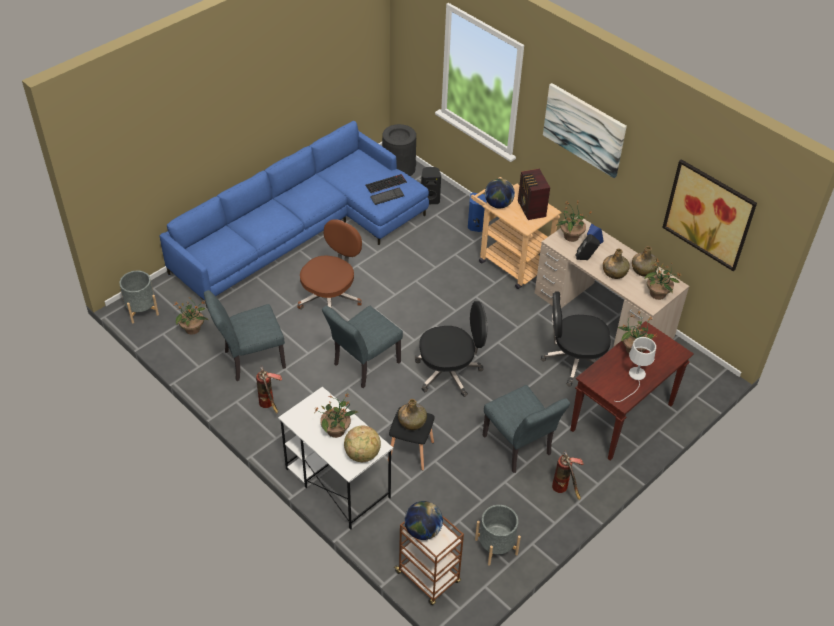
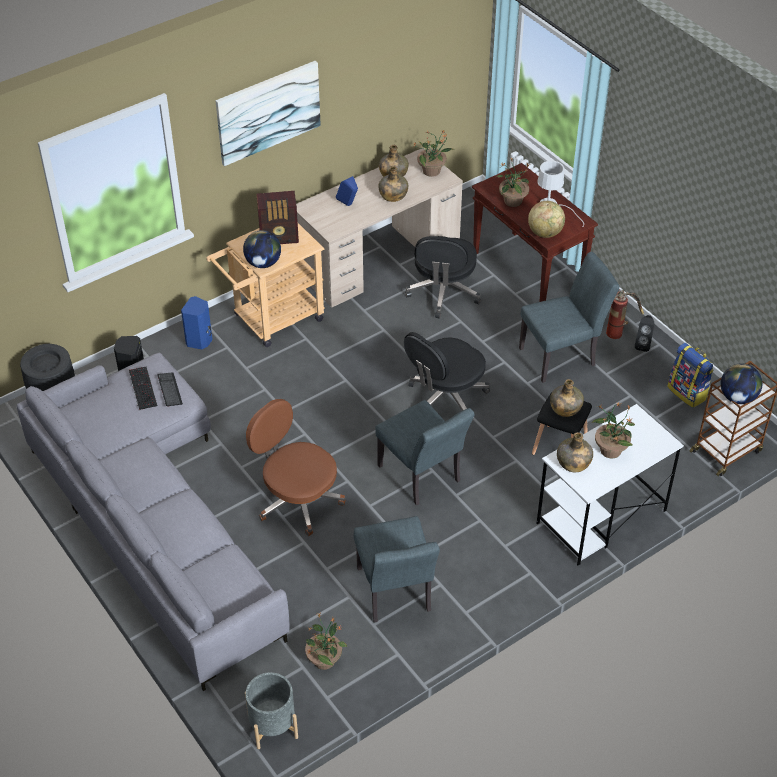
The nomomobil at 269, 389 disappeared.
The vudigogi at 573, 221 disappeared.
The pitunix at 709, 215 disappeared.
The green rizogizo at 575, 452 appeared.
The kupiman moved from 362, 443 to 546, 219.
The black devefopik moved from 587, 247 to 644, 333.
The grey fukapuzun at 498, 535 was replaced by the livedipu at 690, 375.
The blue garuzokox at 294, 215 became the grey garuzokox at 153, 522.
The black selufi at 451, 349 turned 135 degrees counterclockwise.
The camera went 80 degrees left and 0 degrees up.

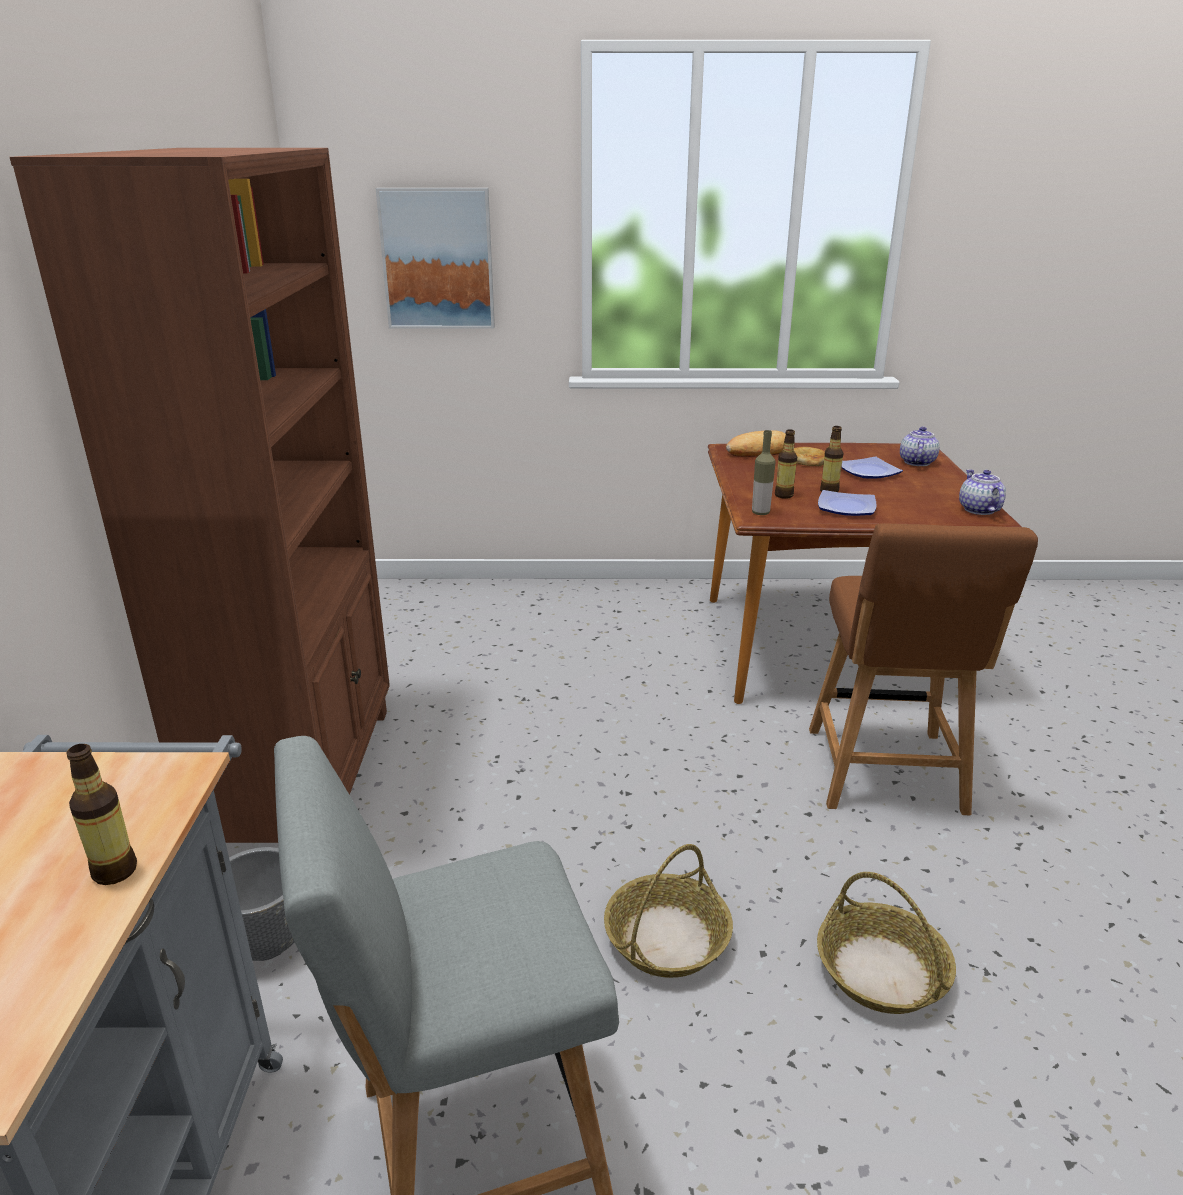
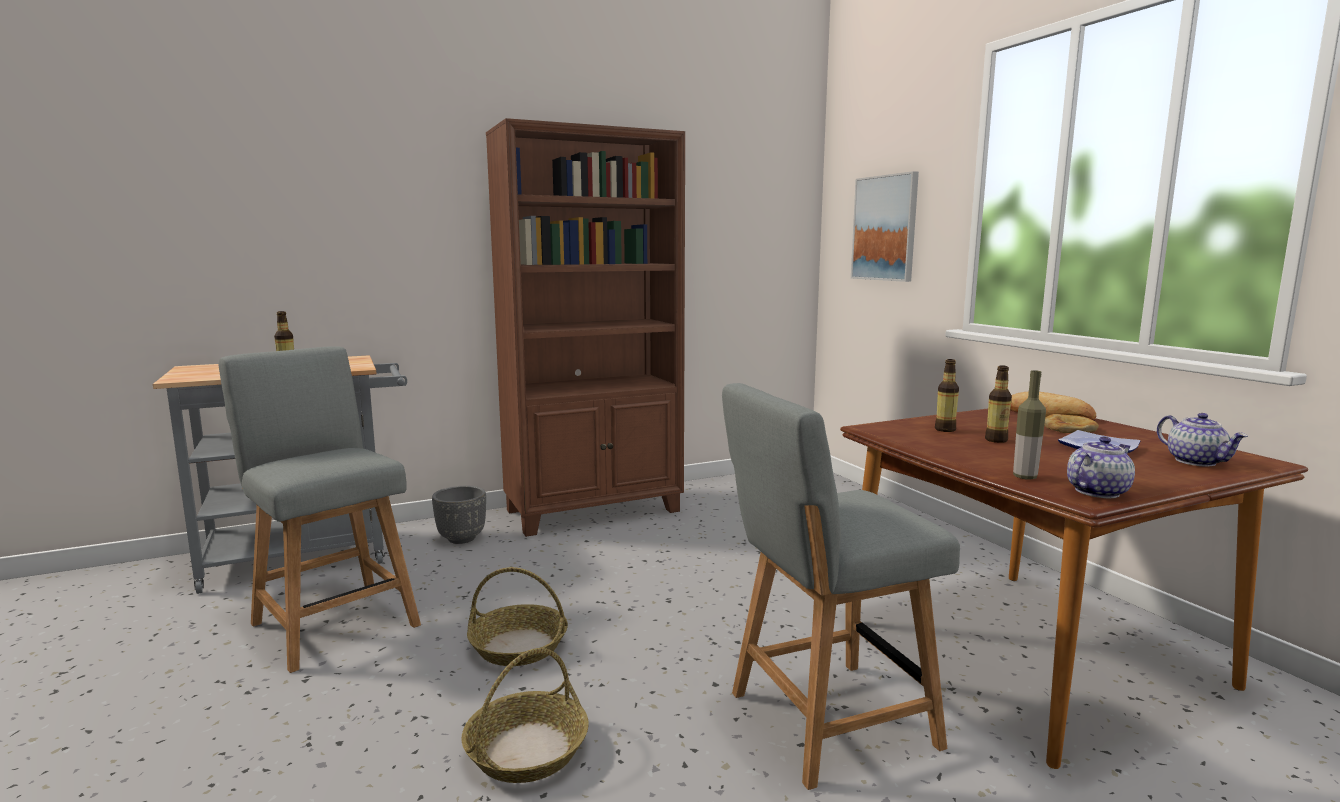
The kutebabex at 847, 503 disappeared.
The rizogizo moved from 764, 472 to 1029, 425.
The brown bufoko at 923, 669 became the grey bufoko at 841, 586.
The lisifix at 920, 446 turned 75 degrees clockwise.
The camera went 65 degrees right and 15 degrees down.

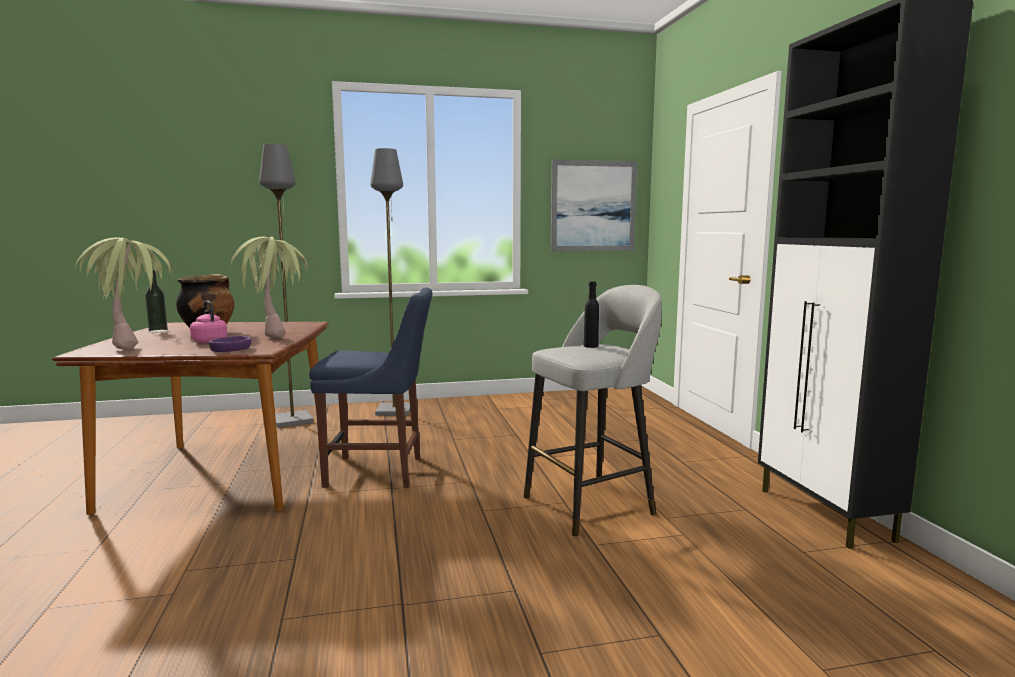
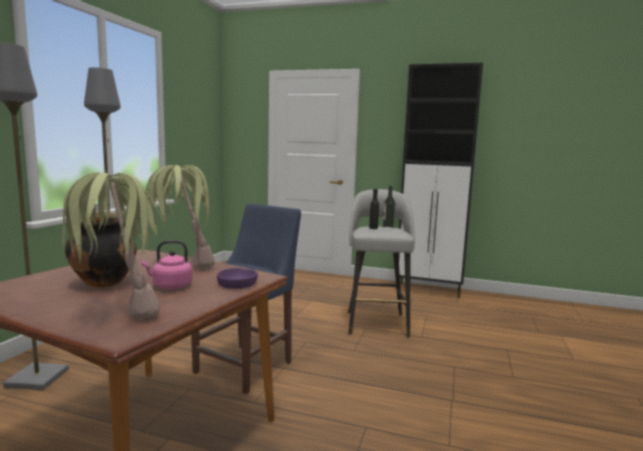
The pitunix at 594, 205 disappeared.
The rizogizo moved from 156, 301 to 389, 207.
The camera went 60 degrees left and 0 degrees up.

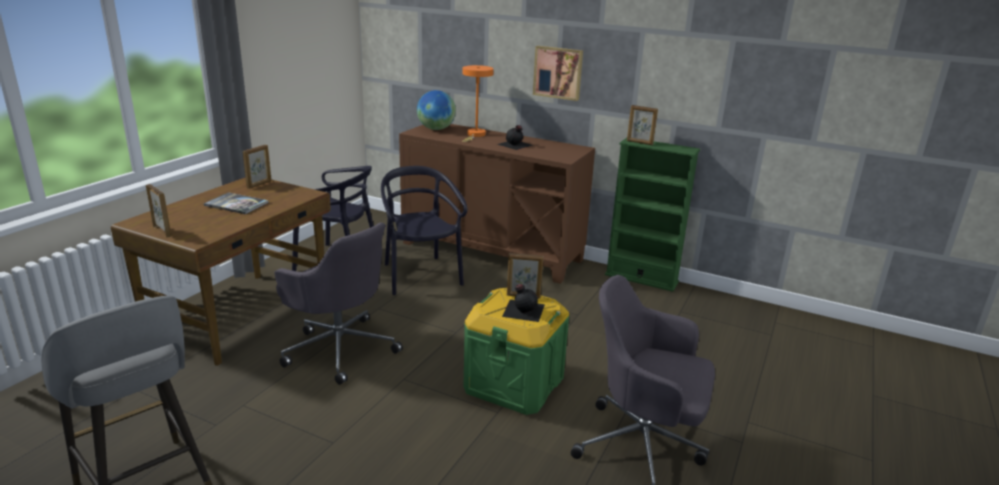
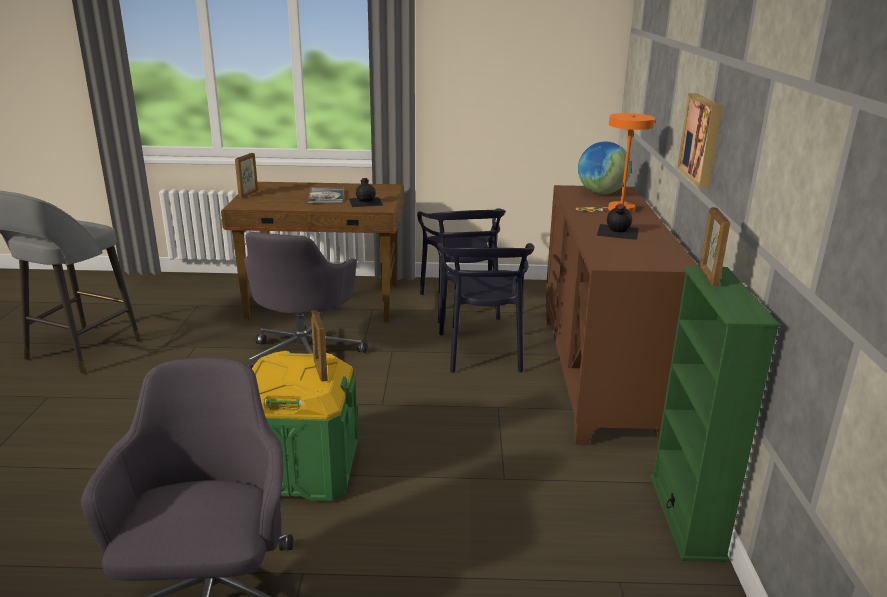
The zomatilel at 257, 167 disappeared.
The black rizogizo moved from 523, 303 to 366, 192.
The black bufoko at 424, 230 turned 135 degrees clockwise.
The camera went 65 degrees right and 0 degrees up.

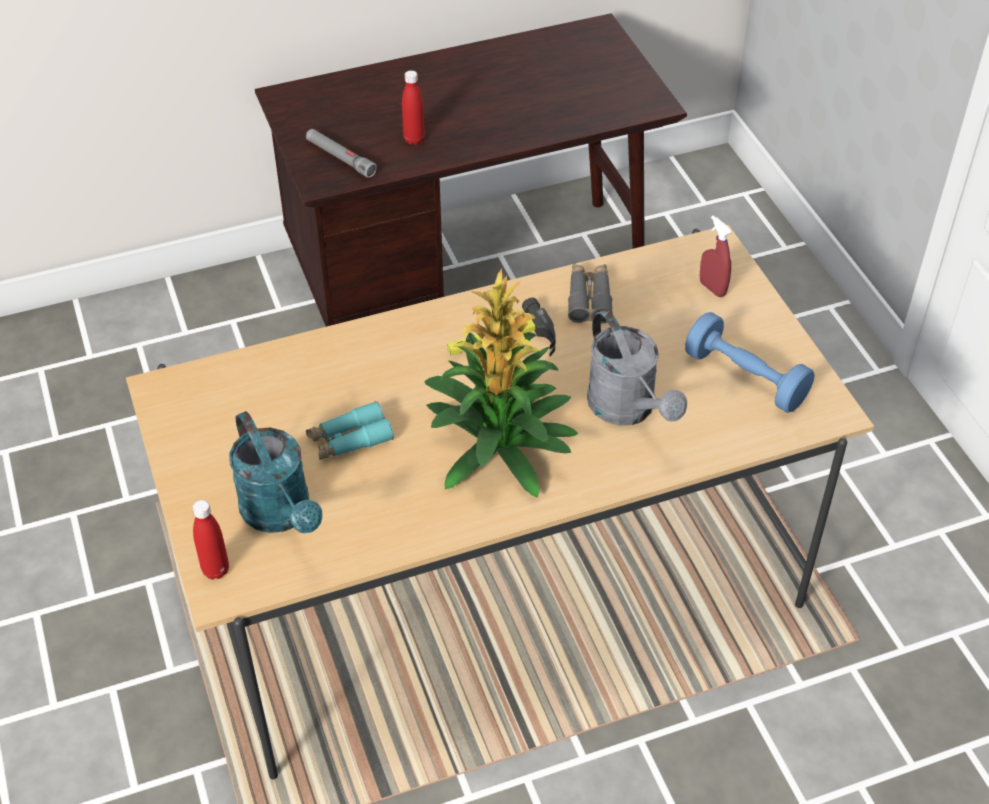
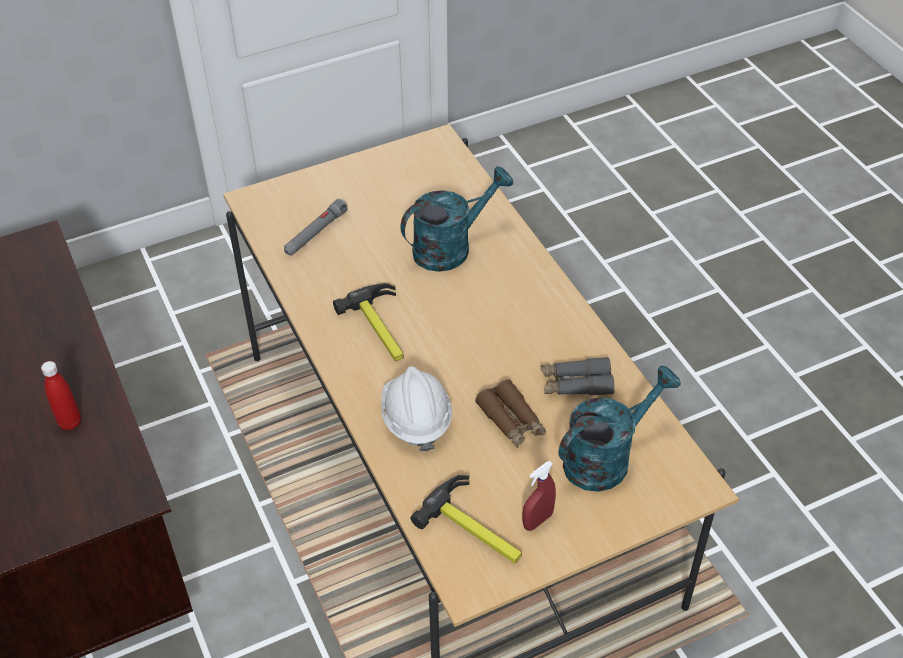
The red rizogizo at 210, 539 disappeared.
The vudigogi at 501, 383 disappeared.
The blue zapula at 749, 362 disappeared.
The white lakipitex at 416, 408 appeared.
The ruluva at 466, 519 appeared.
The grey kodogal moved from 341, 153 to 316, 227.
The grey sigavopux moved from 590, 293 to 578, 376.
The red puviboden moved from 716, 256 to 539, 496.
The turquoise sigavopux at 350, 430 became the brown sigavopux at 510, 414.
The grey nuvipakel at 637, 368 became the turquoise nuvipakel at 457, 219.
The camera went 95 degrees left and 0 degrees up.

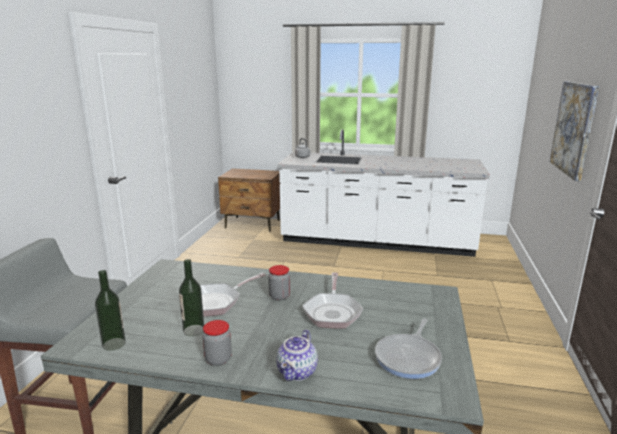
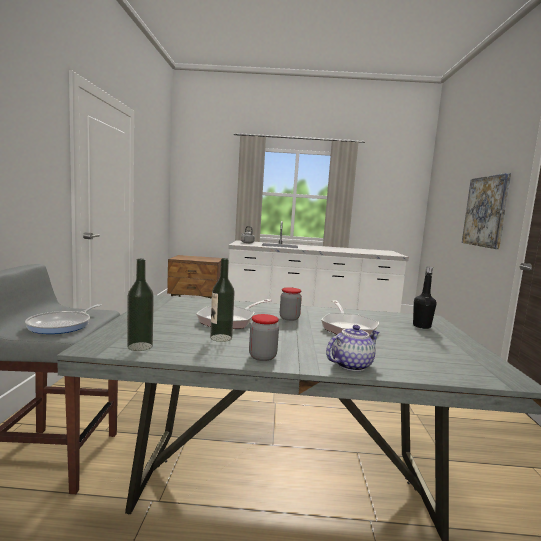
The black rizogizo at 424, 298 appeared.
The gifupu moved from 408, 349 to 63, 319.
The lisifix at 297, 355 turned 135 degrees counterclockwise.
The camera went 10 degrees left and 10 degrees down.

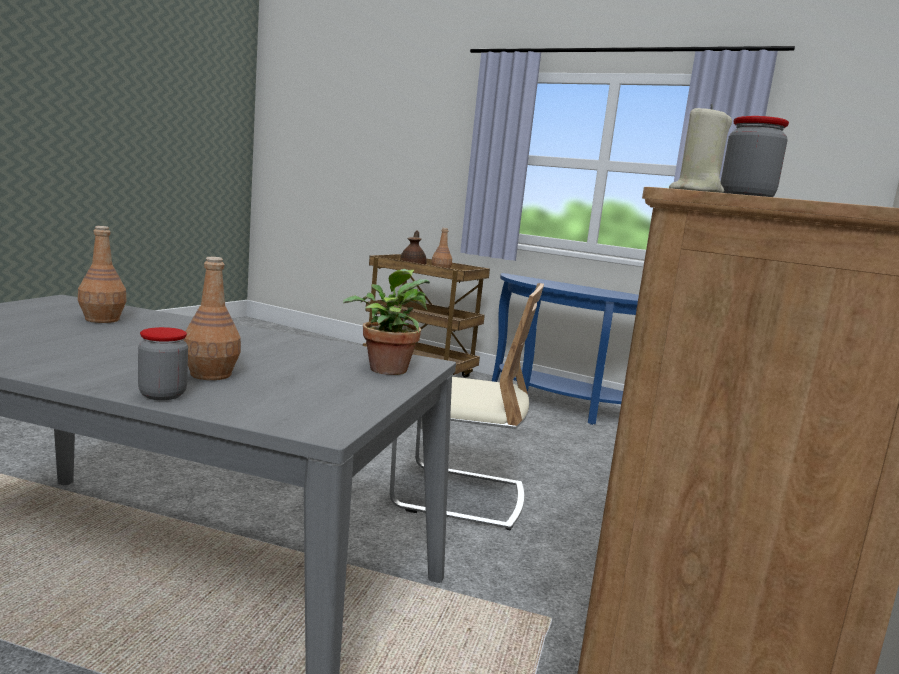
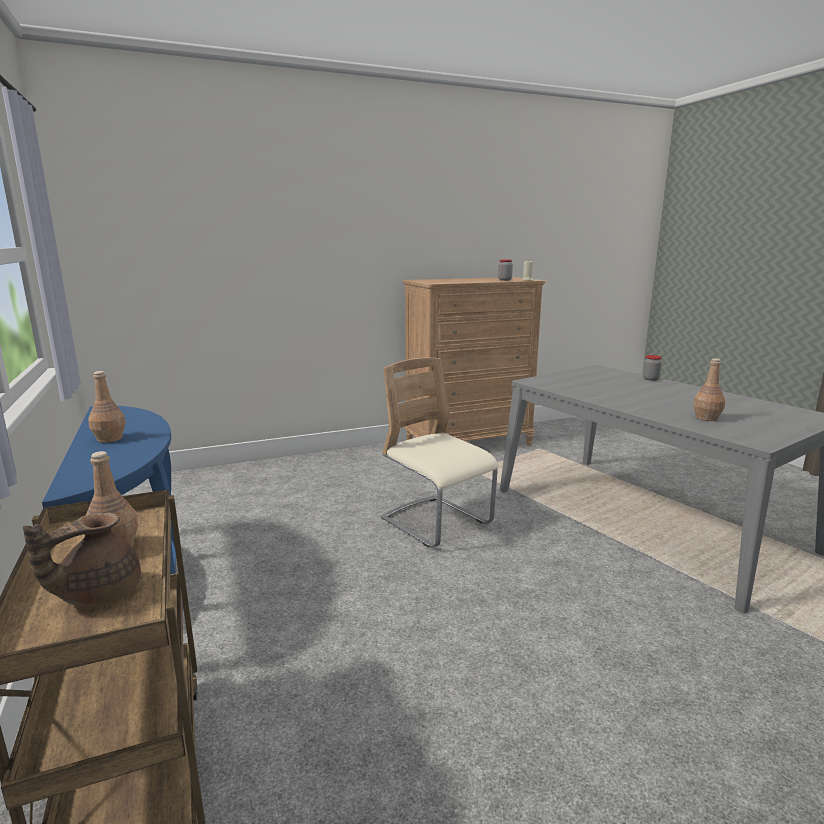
The vudigogi at 386, 322 disappeared.
The brown rizogizo moved from 212, 318 to 107, 407.
The camera went 140 degrees left and 5 degrees up.

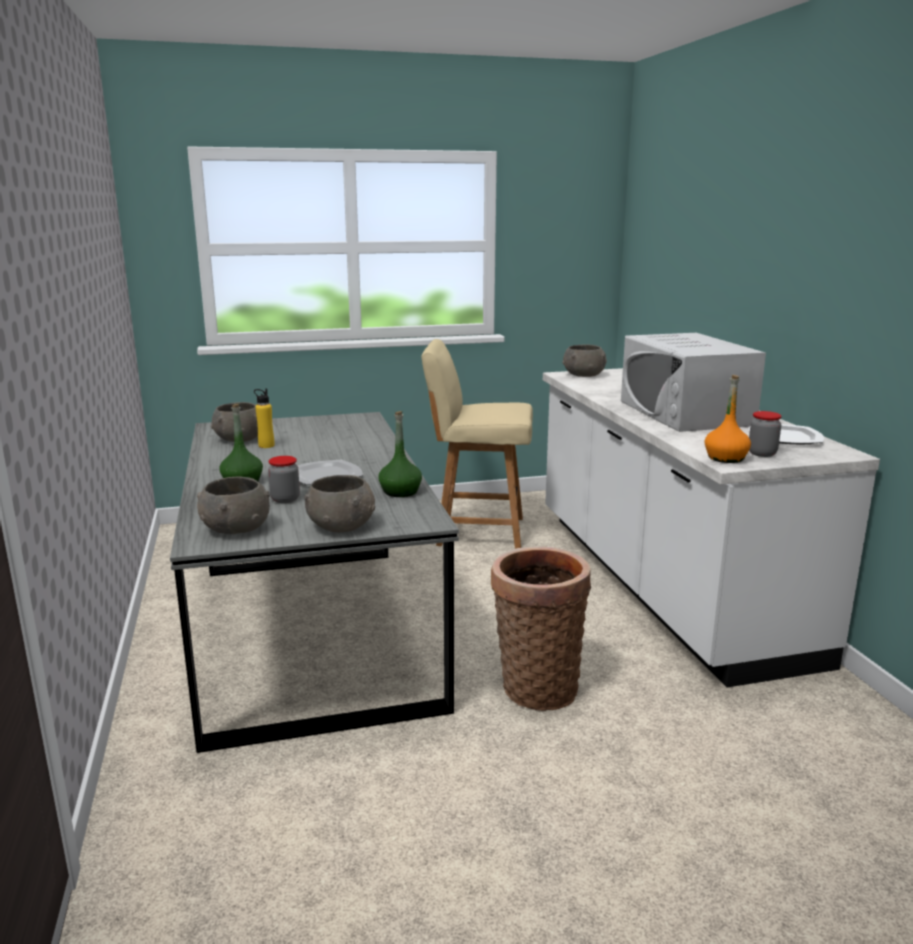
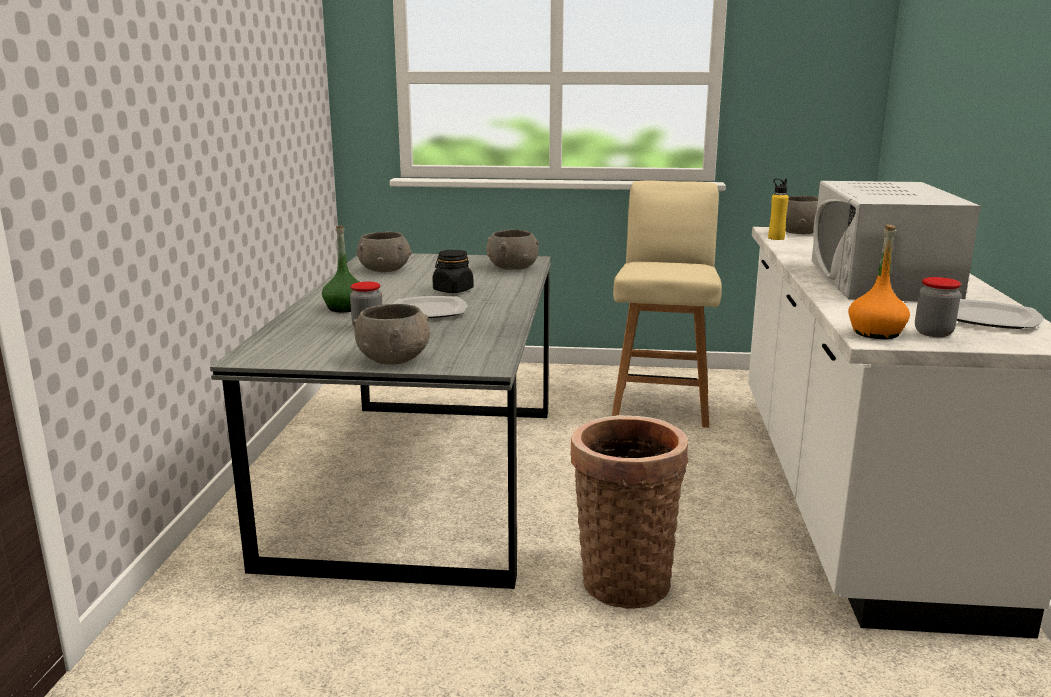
The green rizogizo at 400, 454 disappeared.
The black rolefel at 453, 271 appeared.
The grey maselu moved from 233, 505 to 512, 250.
The yellow rizogizo moved from 264, 418 to 778, 209.
The beige bufoko at 477, 444 turned 75 degrees clockwise.
The camera went 20 degrees right and 0 degrees up.

